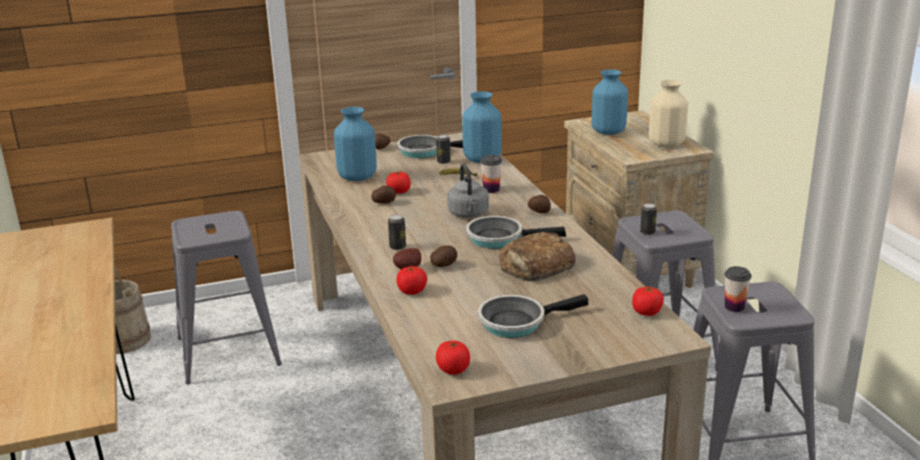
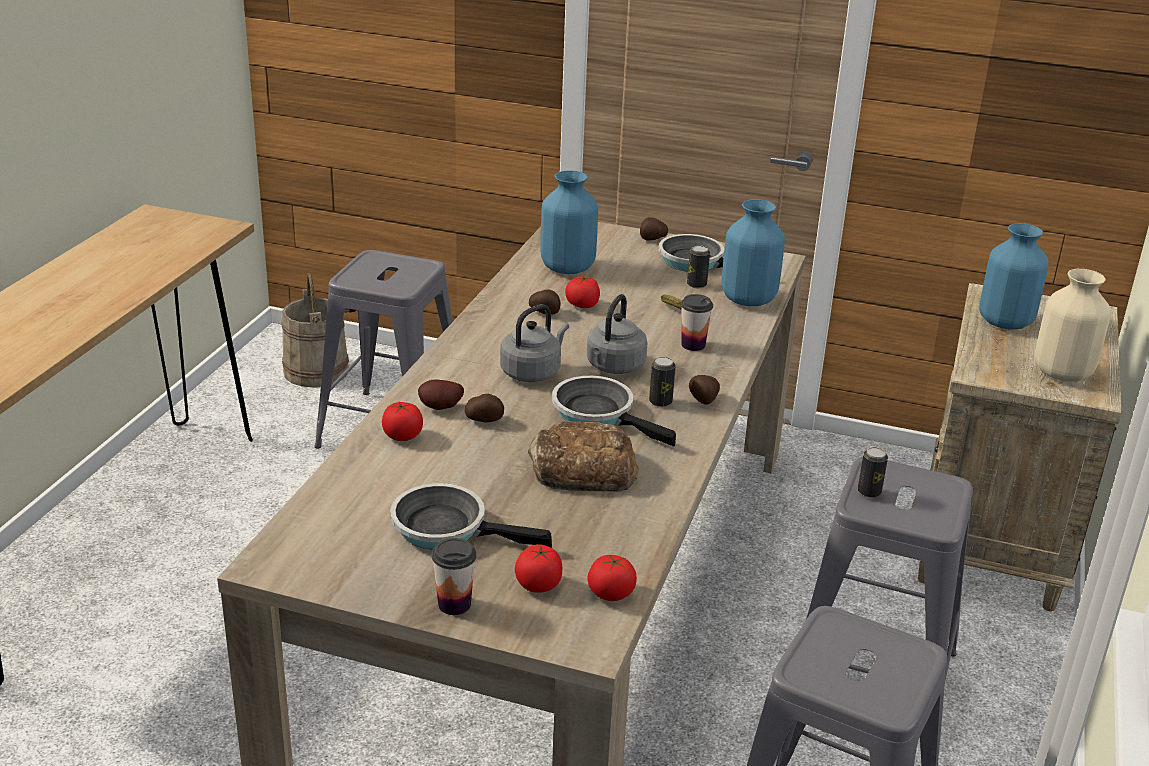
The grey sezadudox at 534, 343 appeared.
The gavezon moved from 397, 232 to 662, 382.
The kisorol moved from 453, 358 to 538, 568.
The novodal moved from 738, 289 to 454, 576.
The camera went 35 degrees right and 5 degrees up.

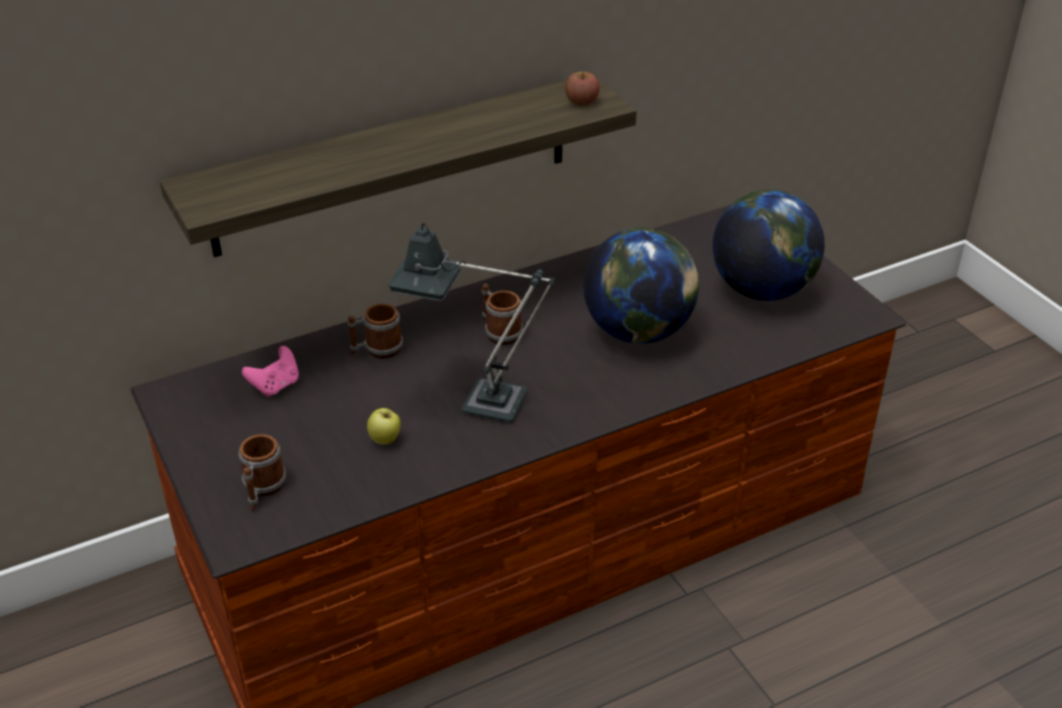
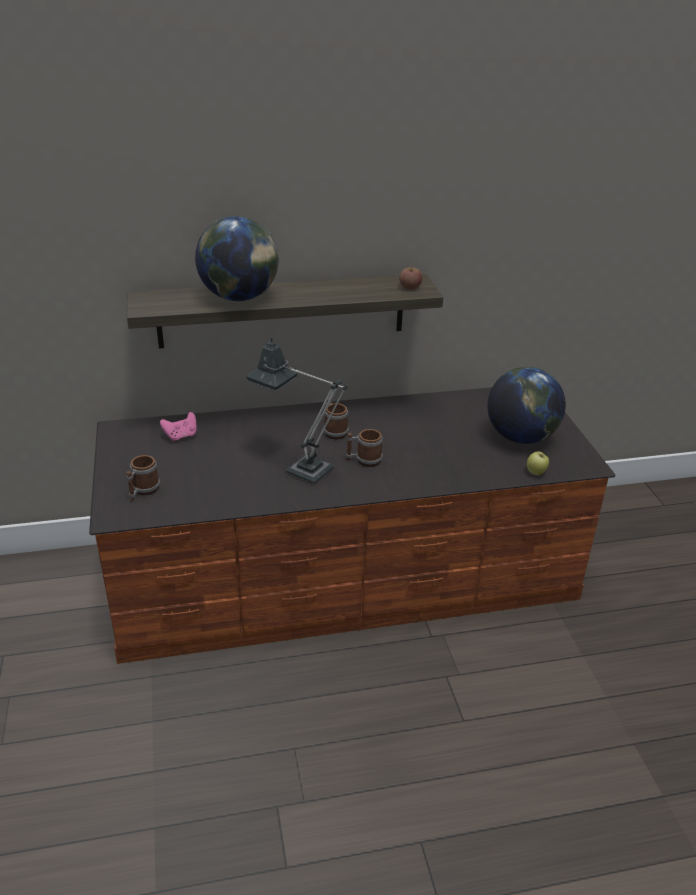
The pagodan moved from 375, 331 to 364, 448.
The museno moved from 384, 426 to 538, 463.
The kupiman moved from 641, 286 to 237, 258.
The camera went 15 degrees right and 5 degrees down.

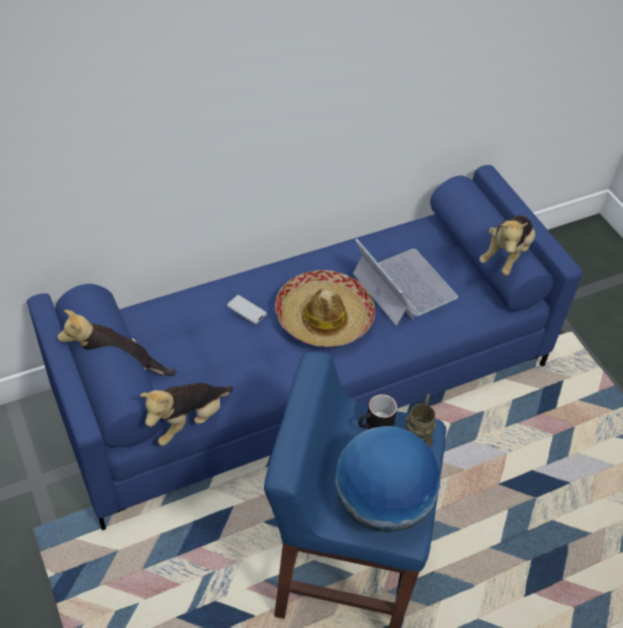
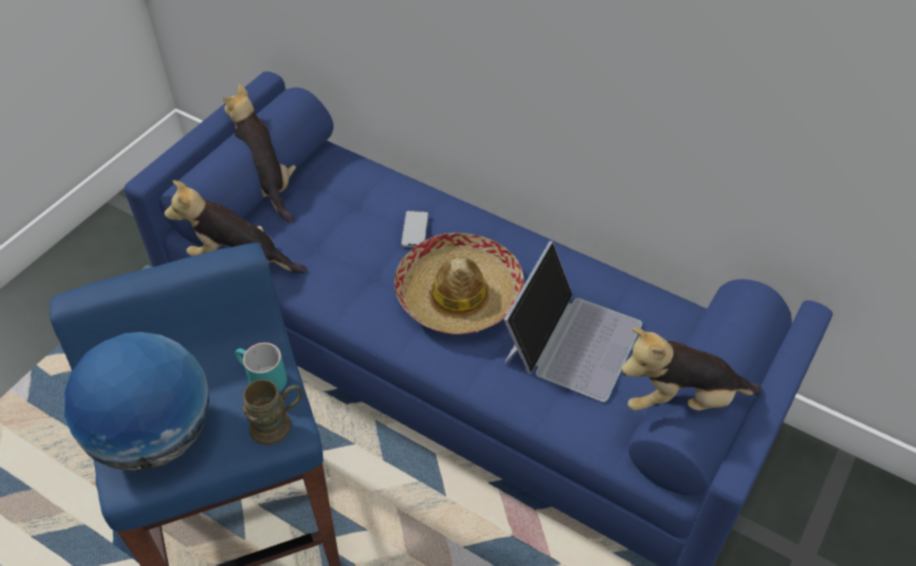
The black pagodan at 377, 411 became the turquoise pagodan at 261, 367.
The camera went 60 degrees right and 0 degrees up.

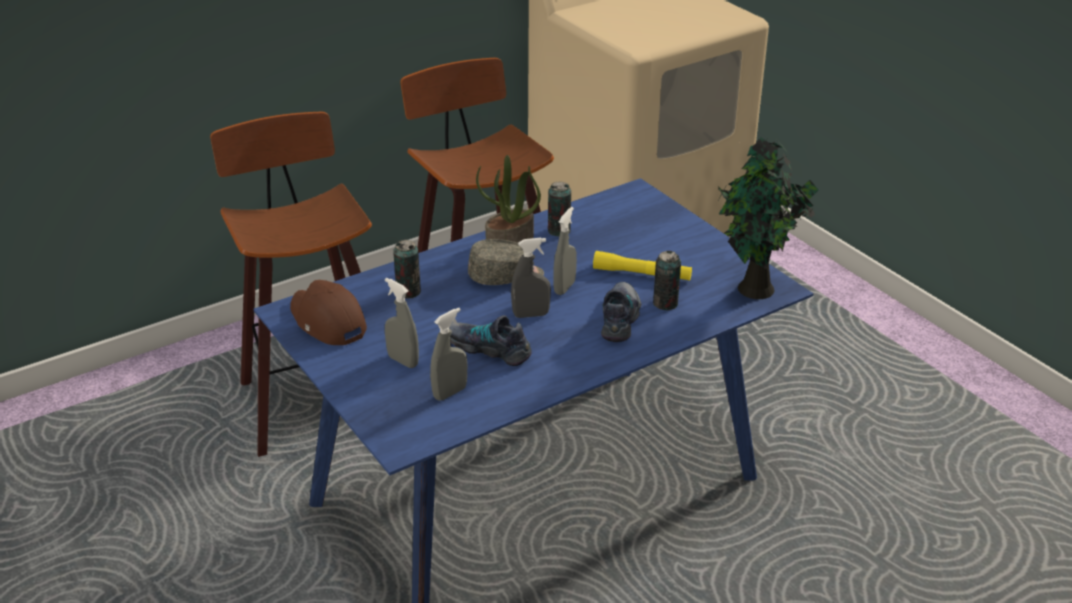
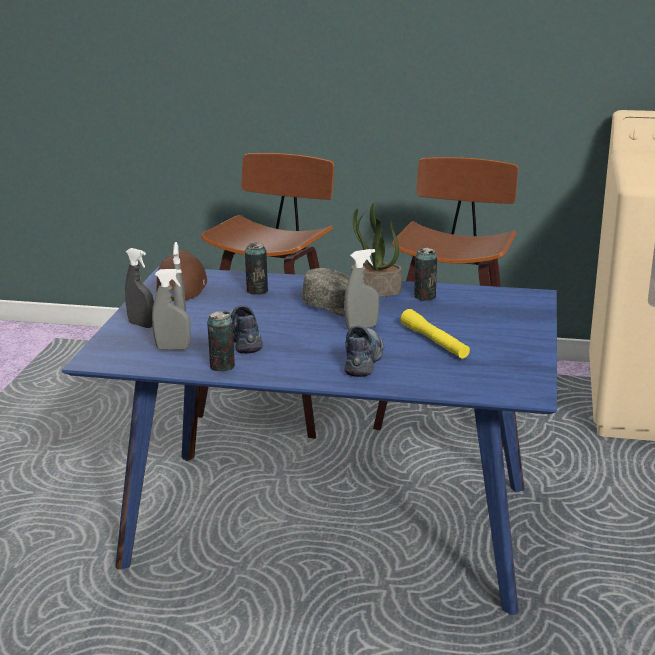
The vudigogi at 768, 218 disappeared.
The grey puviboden moved from 531, 278 to 139, 288.
The gavezon moved from 667, 280 to 221, 341.
The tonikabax at 621, 312 turned 45 degrees counterclockwise.
The camera went 45 degrees right and 10 degrees down.

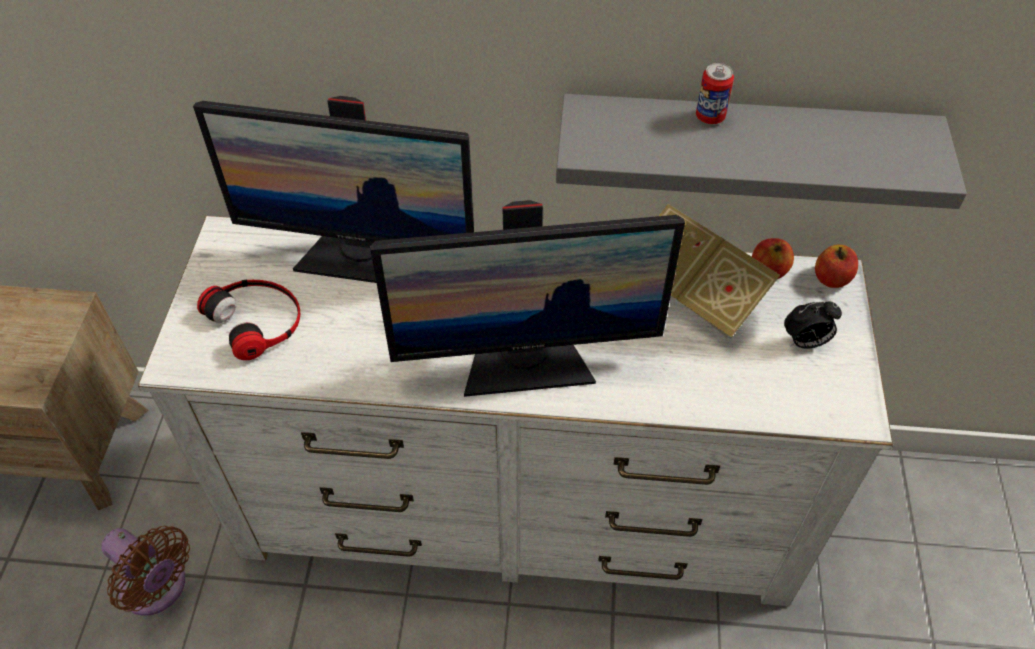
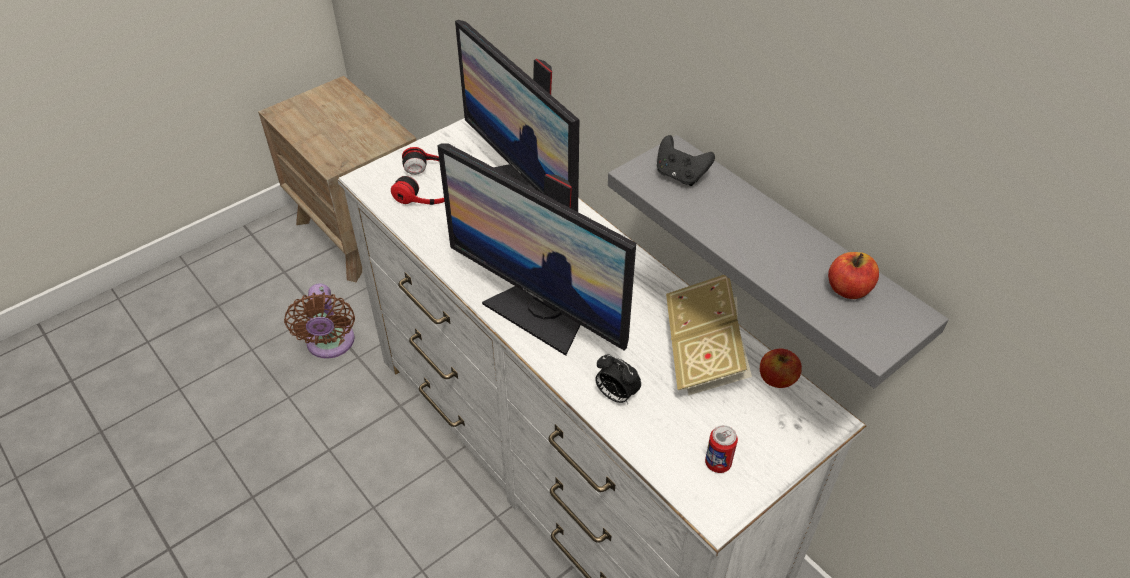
The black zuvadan at 686, 160 appeared.
The gavezon moved from 715, 93 to 721, 449.
The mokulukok moved from 813, 325 to 618, 379.
The museno moved from 836, 266 to 853, 275.
The camera went 45 degrees right and 5 degrees down.

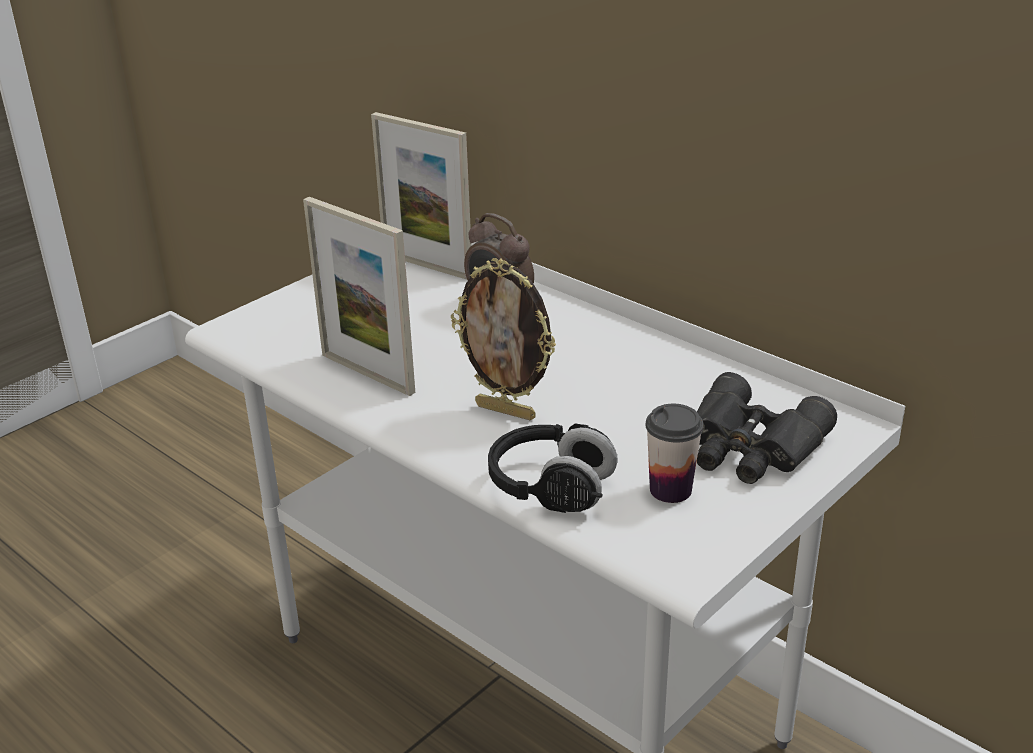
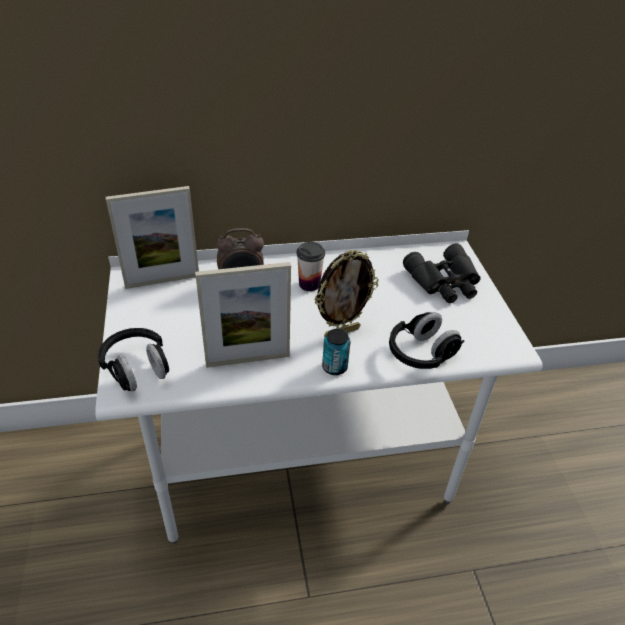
The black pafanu at 133, 359 appeared.
The gavezon at 336, 352 appeared.
The novodal moved from 675, 453 to 310, 266.
The camera went 55 degrees left and 10 degrees up.

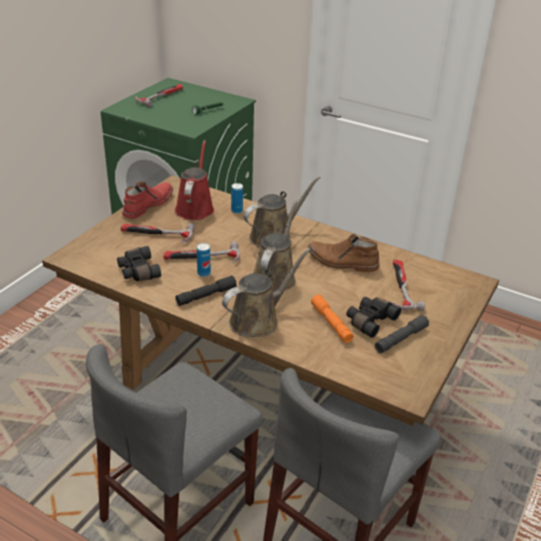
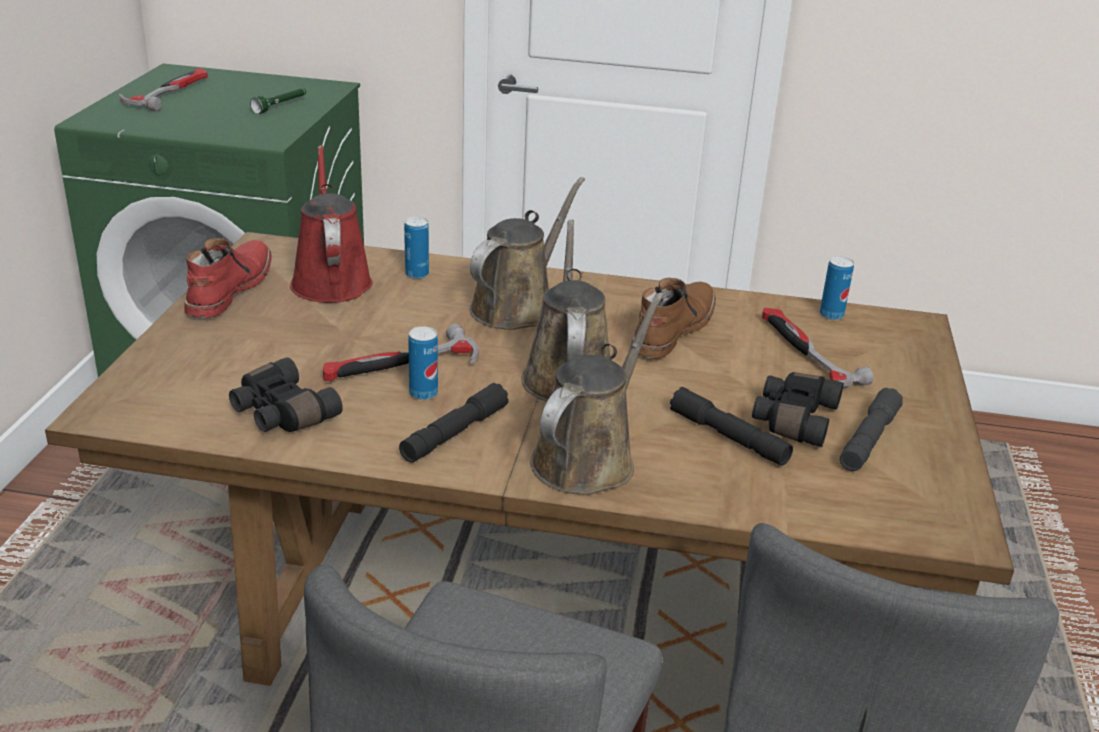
The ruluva at 158, 233 disappeared.
The gavezon at 837, 288 appeared.
The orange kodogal at 332, 318 became the black kodogal at 731, 426.
The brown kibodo at 343, 253 turned 120 degrees clockwise.
The camera went 20 degrees left and 5 degrees down.

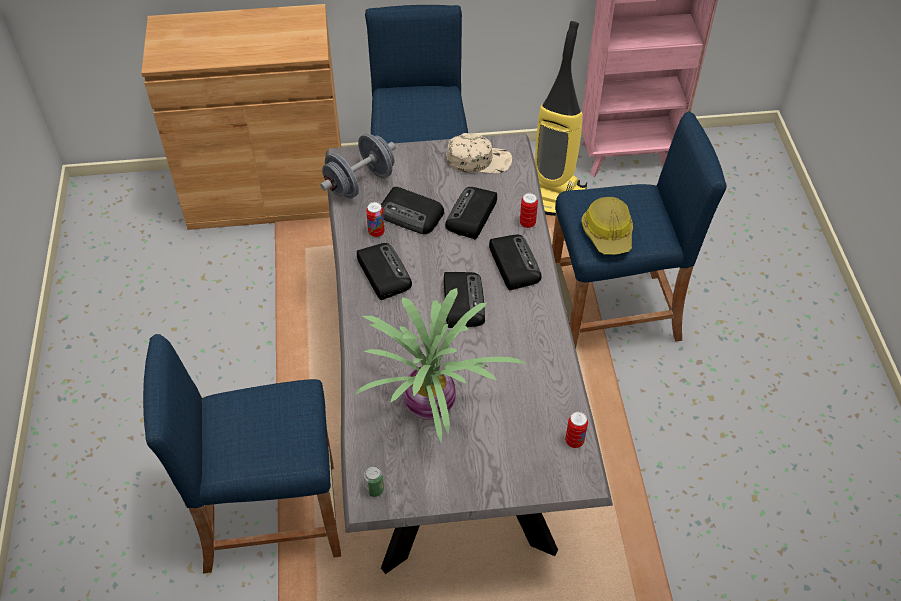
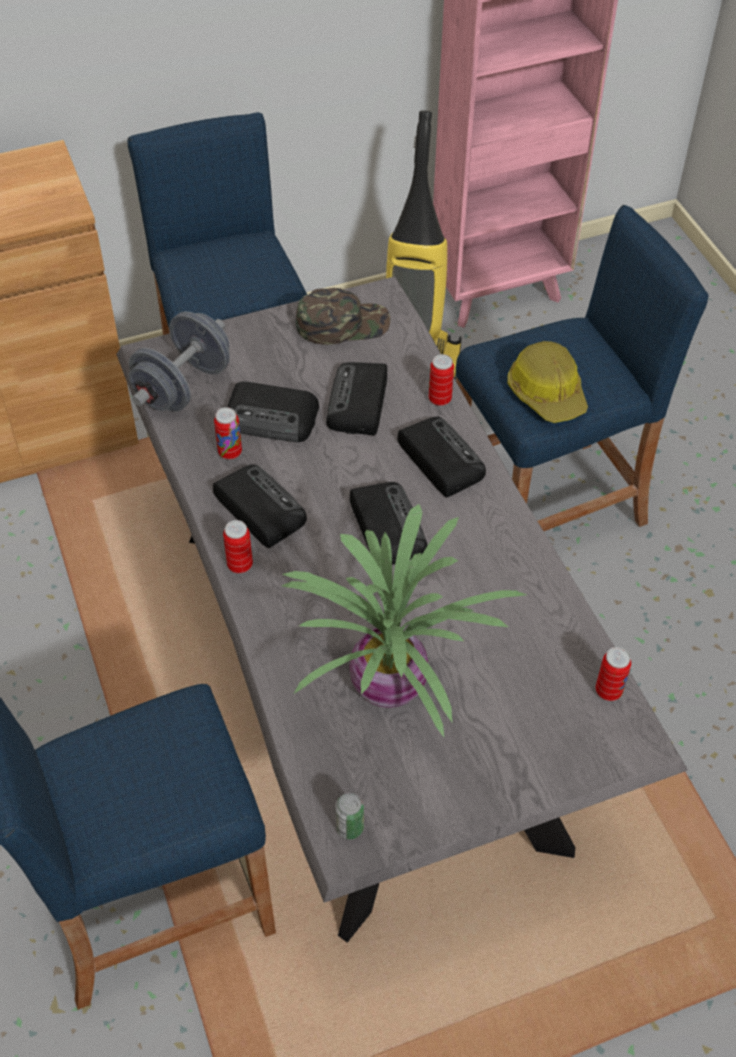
The gavezon at 238, 546 appeared.
The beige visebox at 479, 153 became the green visebox at 343, 316.
The camera went 15 degrees left and 0 degrees up.

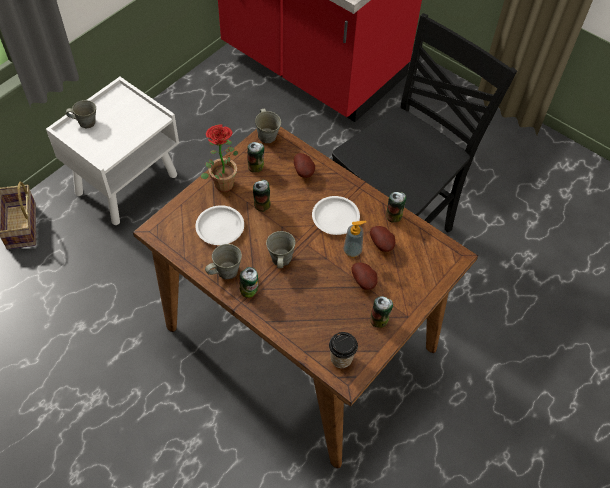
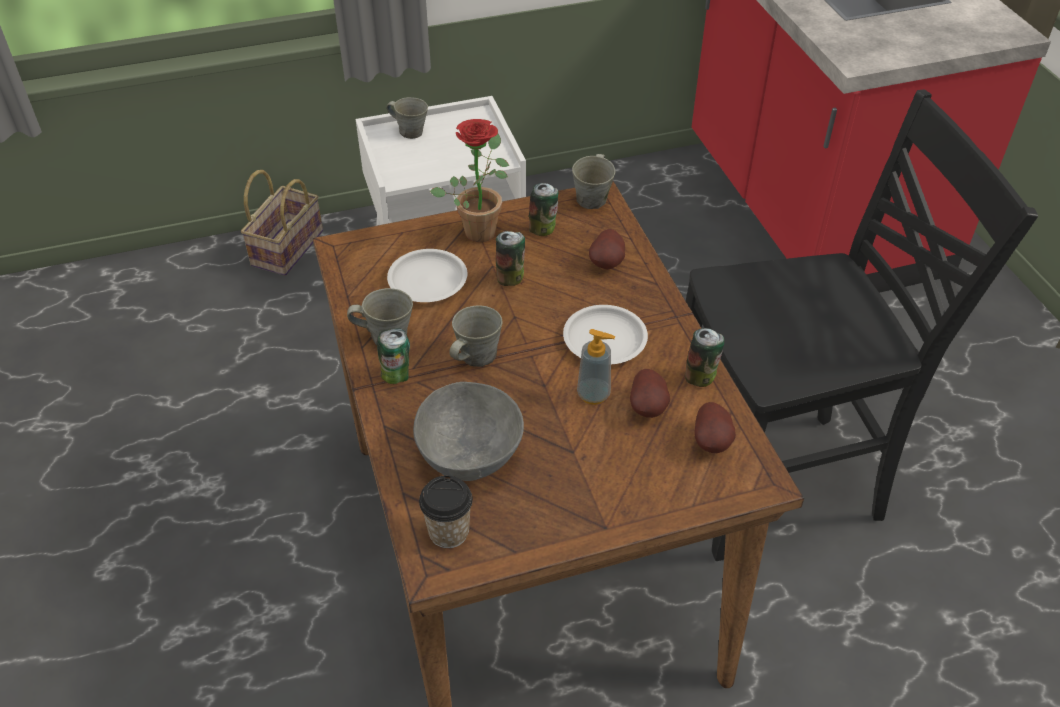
The gavezon at 381, 312 disappeared.
The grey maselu at 468, 431 appeared.
The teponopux moved from 365, 276 to 715, 427.
The camera went 35 degrees right and 10 degrees down.

